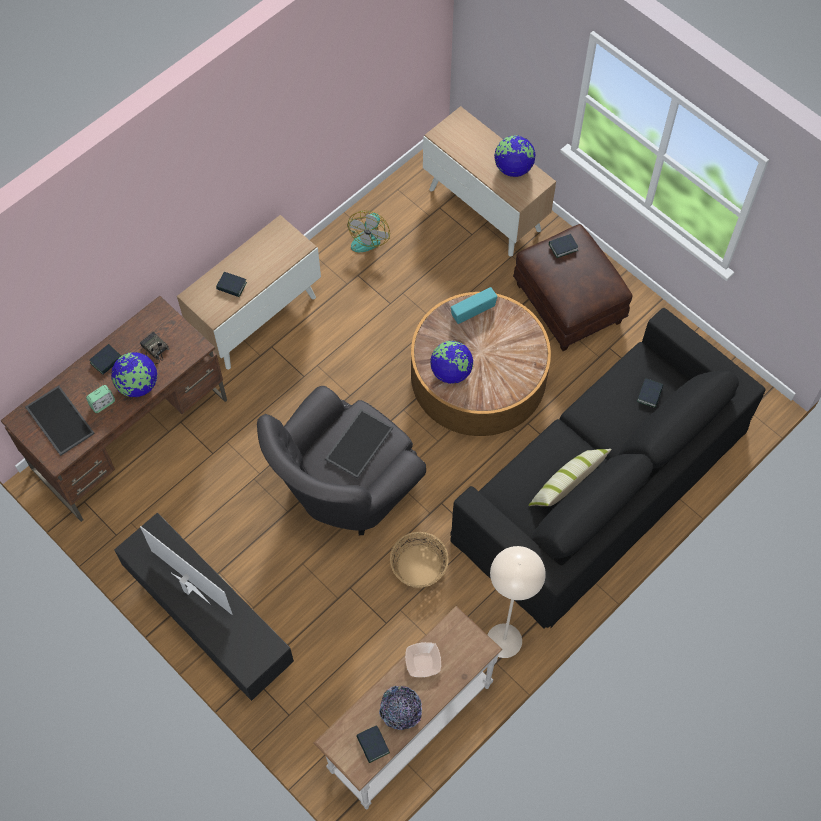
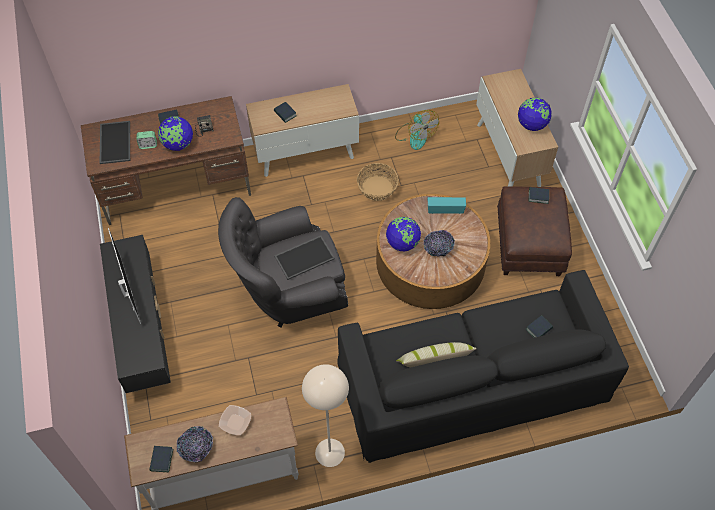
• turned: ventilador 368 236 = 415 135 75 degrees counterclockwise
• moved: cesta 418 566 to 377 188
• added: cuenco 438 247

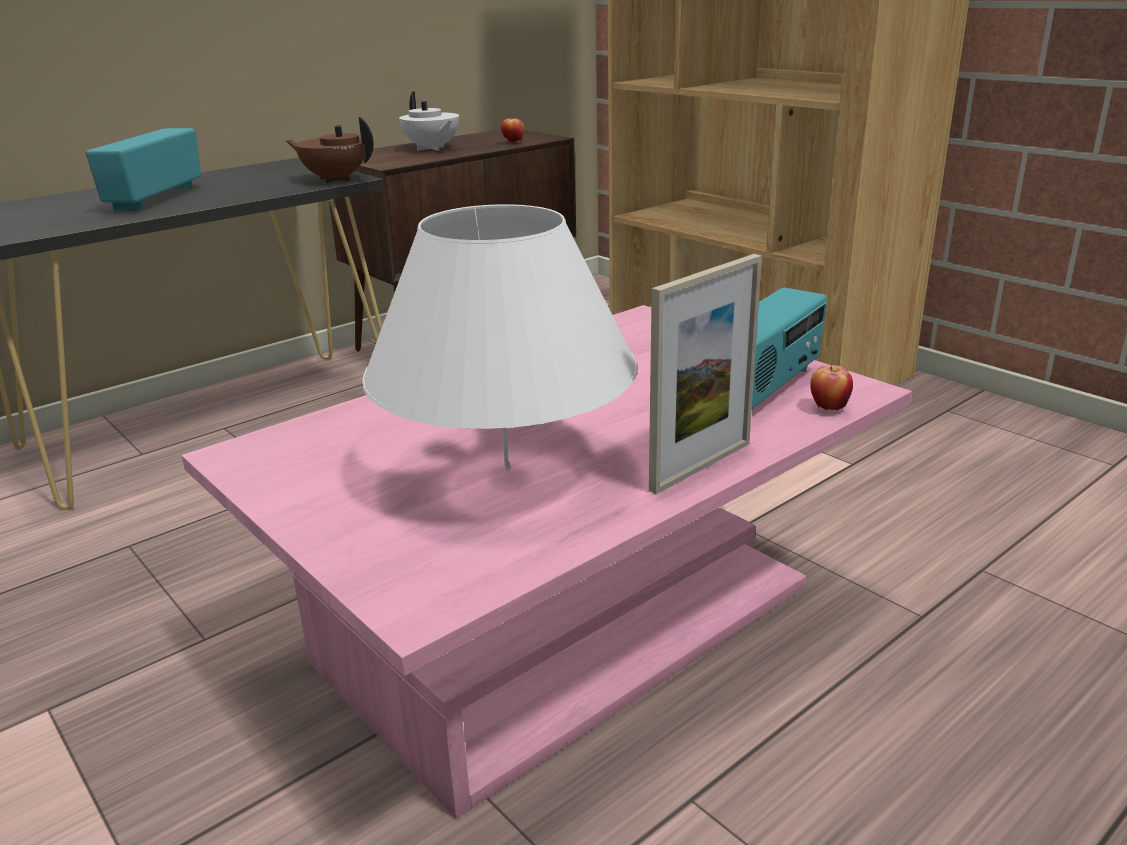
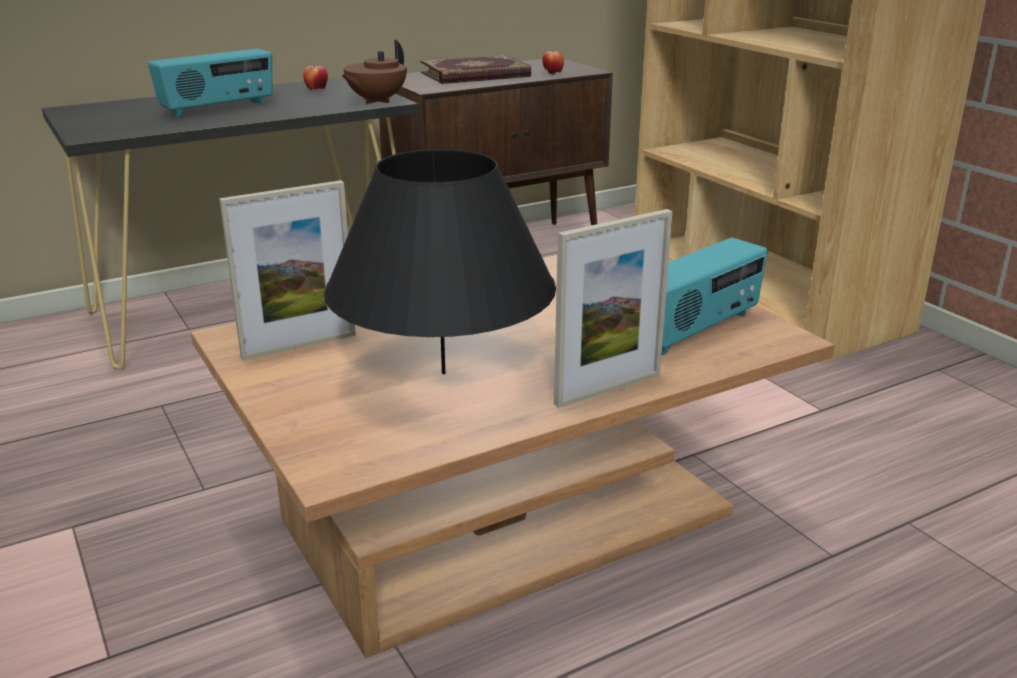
• replaced: tetera [blanco] 431 149 to libro 476 75
• turned: tetera [marrón] 335 179 = 376 101 90 degrees counterclockwise
• turned: radio 154 199 = 218 109 150 degrees counterclockwise
• recoloured: lámpara de mesa [blanco] 506 469 to lámpara de mesa [negro] 443 373
• recoloured: mesa de centro [rosa] 569 622 to mesa de centro [marrón] 508 517
• moved: manzana 828 408 to 316 90
• added: portarretratos 299 346

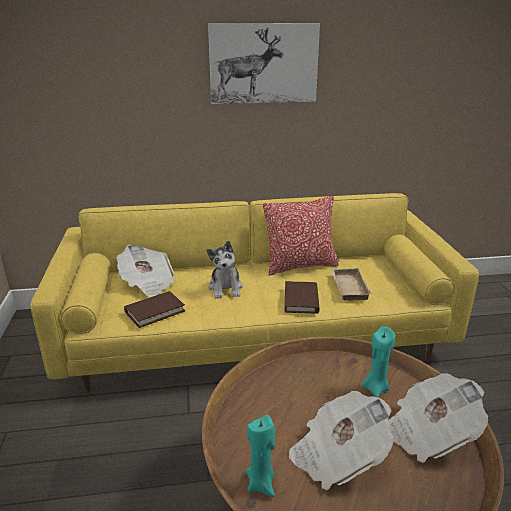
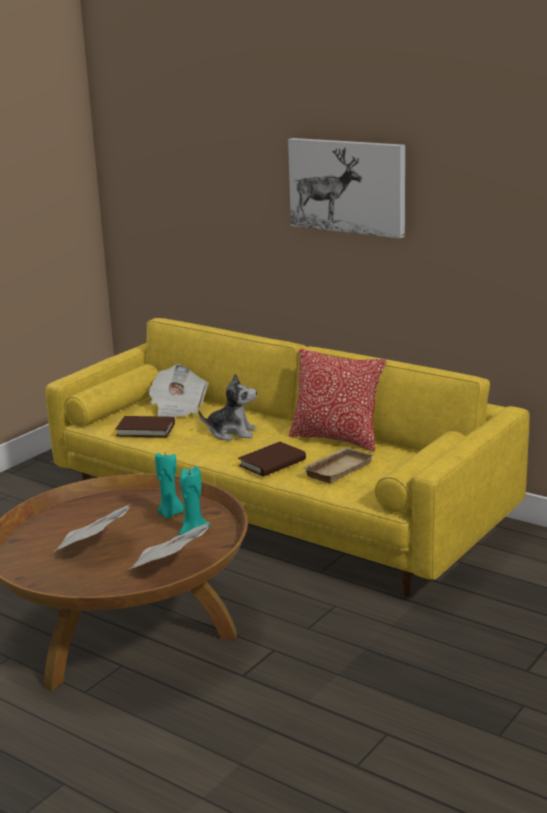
• turned: peluche 226 288 = 231 433 120 degrees counterclockwise
• moved: vela [turquesa] 261 483 to 170 514

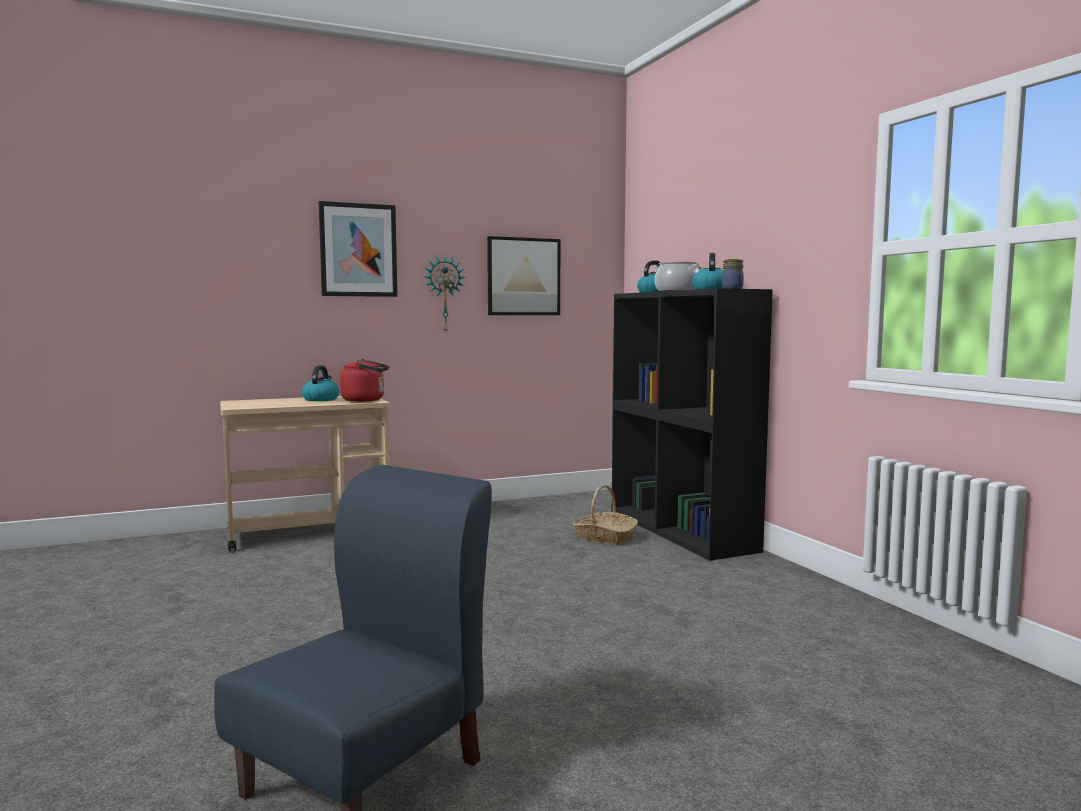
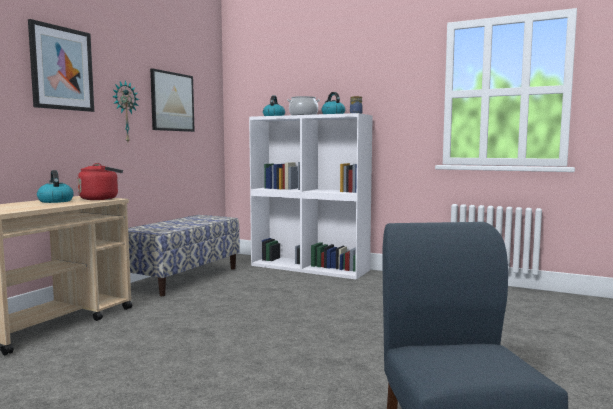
• recoloured: estantería [negro] 682 530 to estantería [blanco] 310 268
• removed: cesta 604 537
• added: banco 183 278

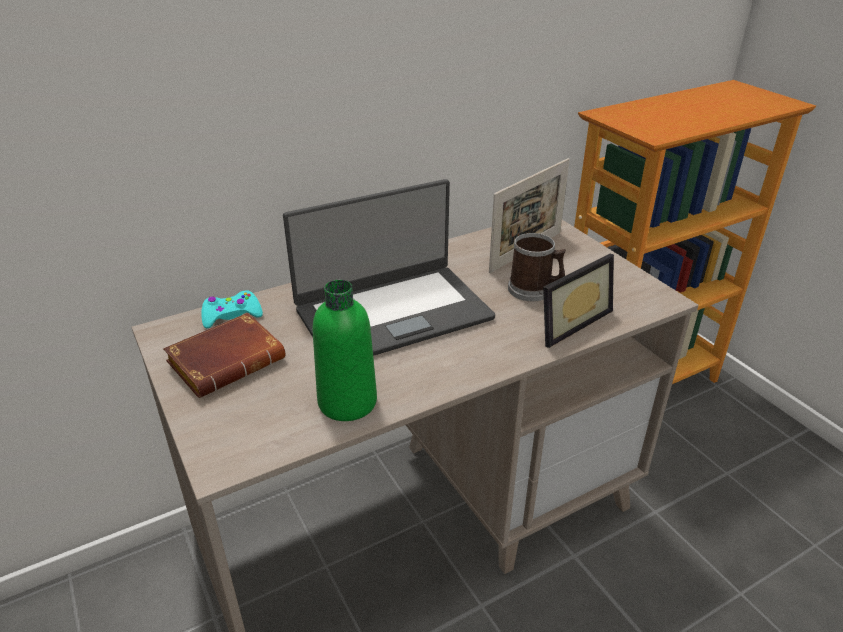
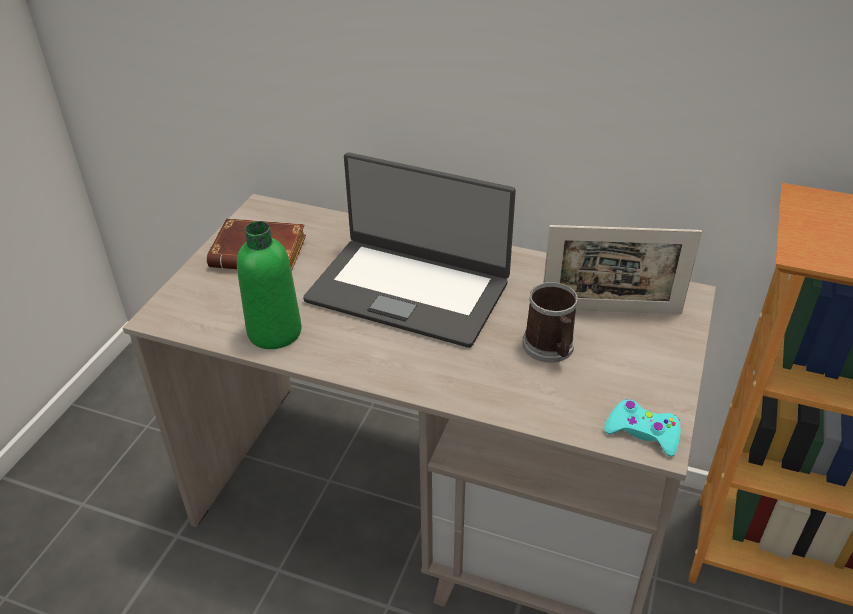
• removed: portarretratos 567 321
• moved: mando de consola [turquesa] 231 315 to 642 433

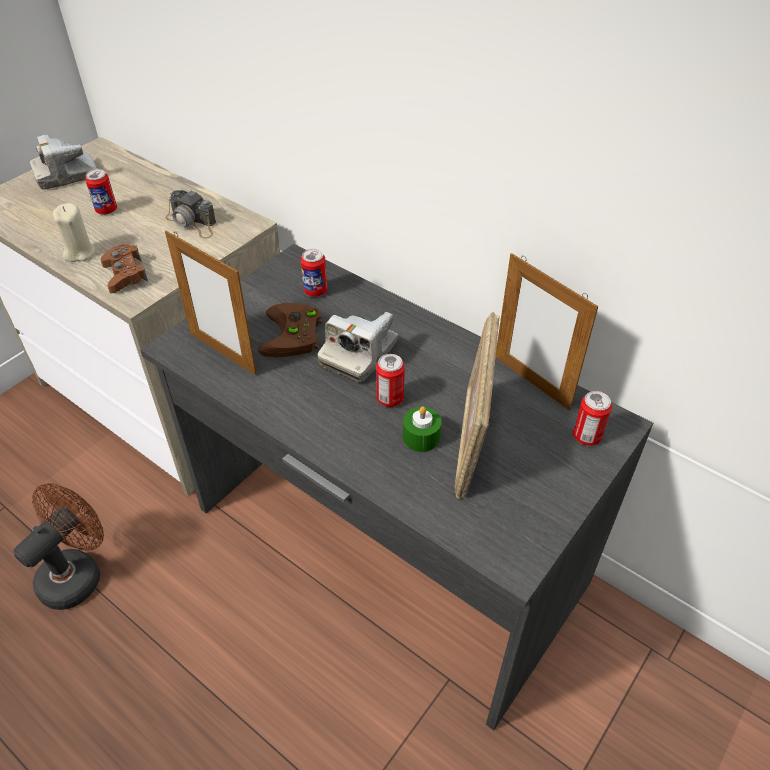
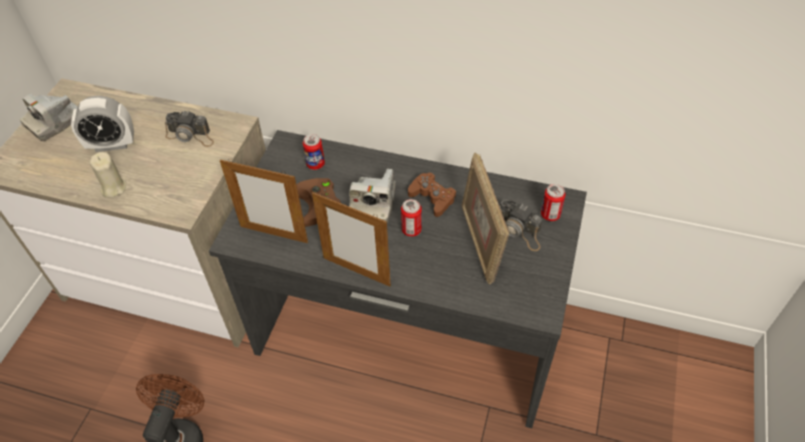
• replaced: lata 106 210 to despertador 112 144
• moved: mando de consola [marrón] 125 274 to 432 198
• moved: portarretratos 531 382 to 356 271
• removed: vela [verde] 421 437
• added: cámara 518 230

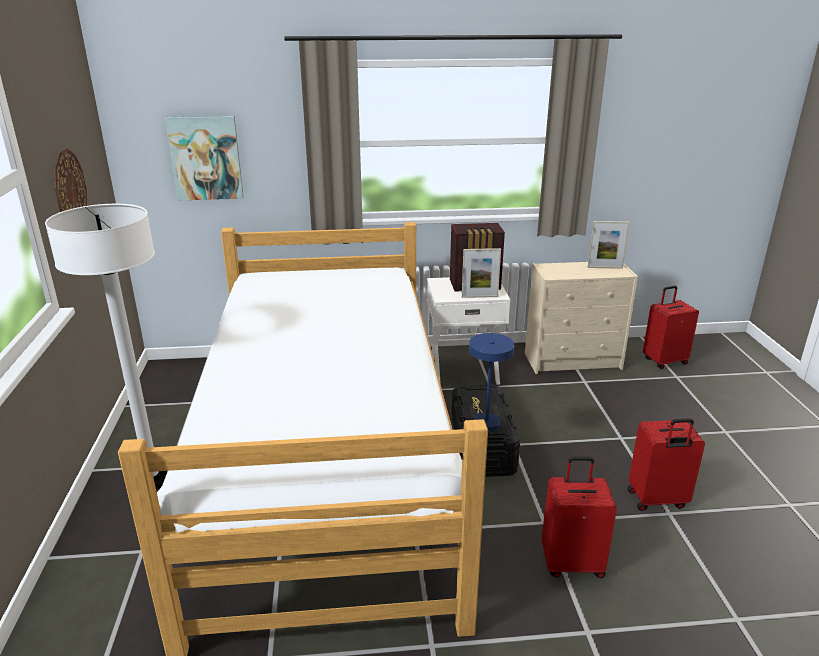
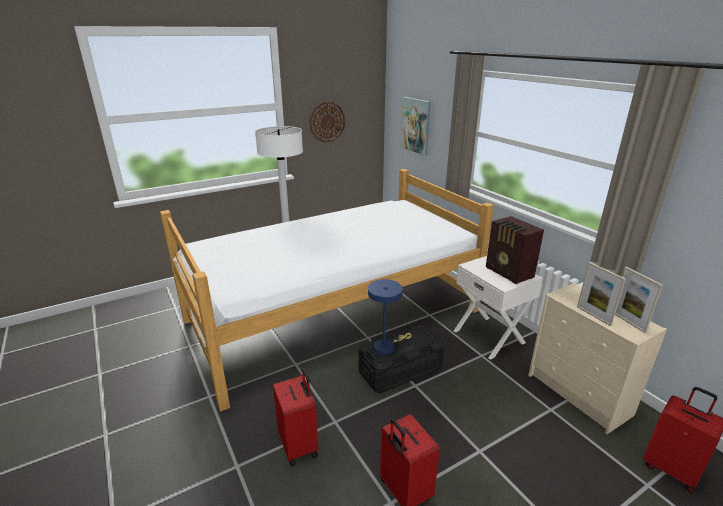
• moved: portarretratos 479 297 to 593 316

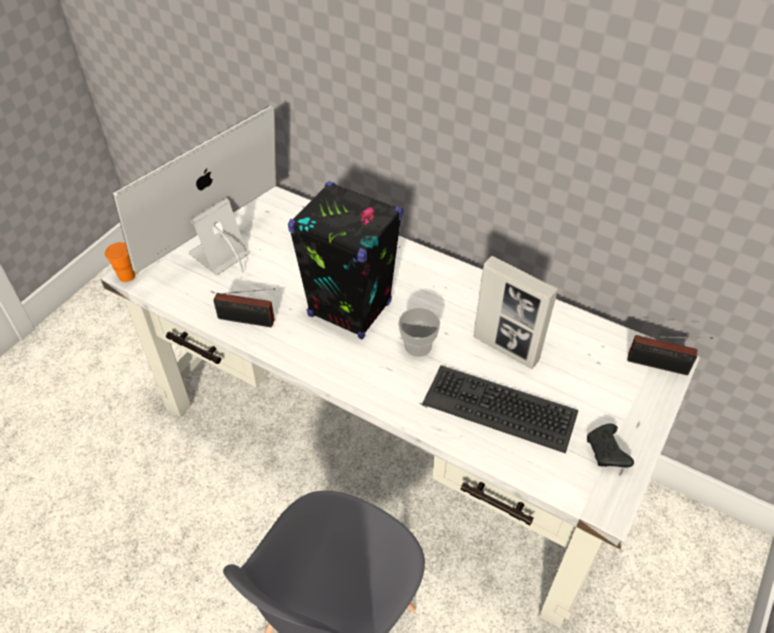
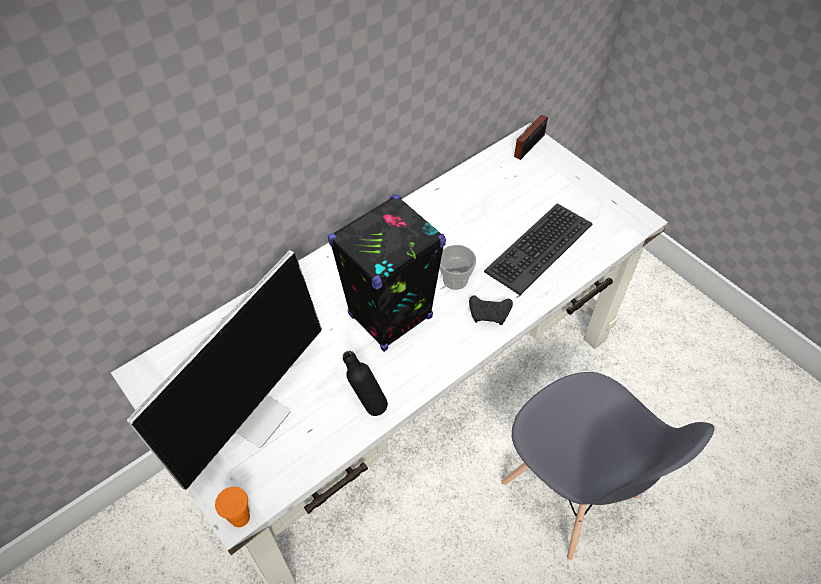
• turned: monitor 218 255 = 256 414 120 degrees counterclockwise
• removed: portarretratos 506 348
• replaced: radio 249 320 to botella [negro] 367 404
• moved: mando de consola [negro] 607 452 to 490 314

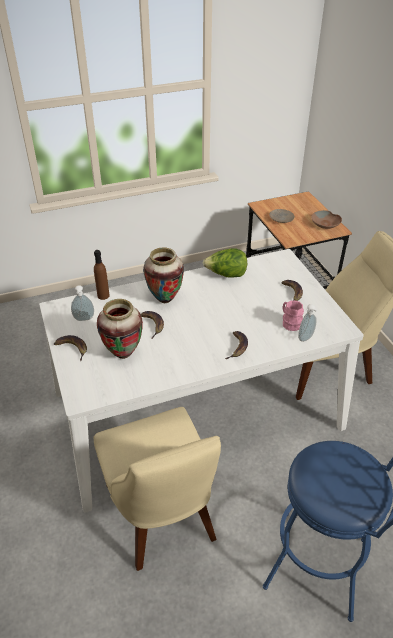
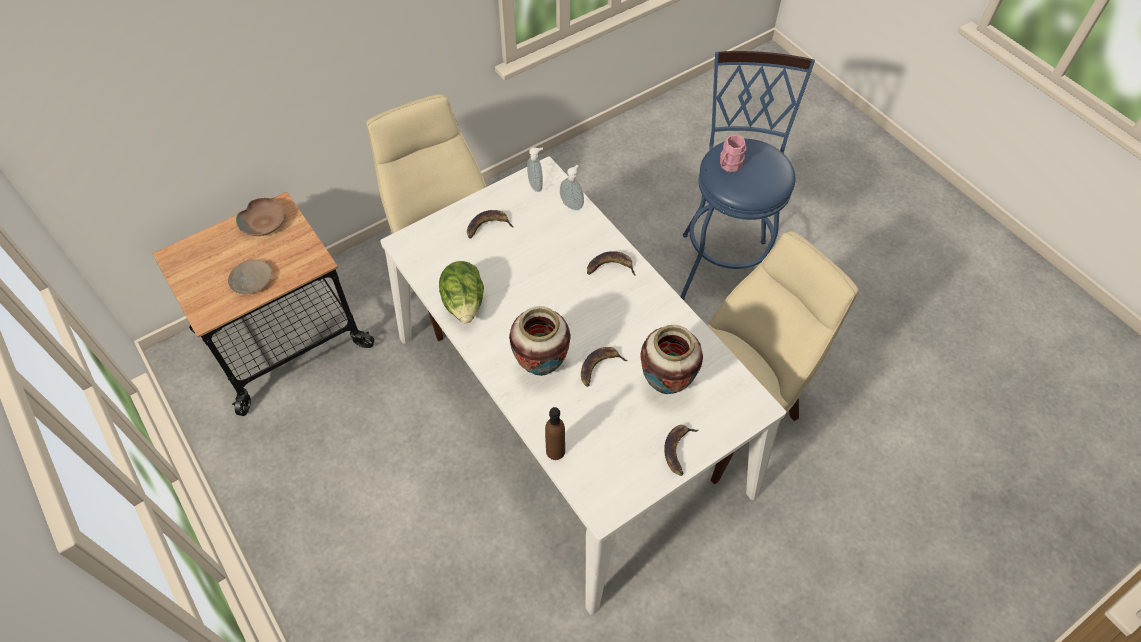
• moved: dispensador de jabón 84 319 to 536 185
• moved: taza grande [rosa] 290 323 to 728 165

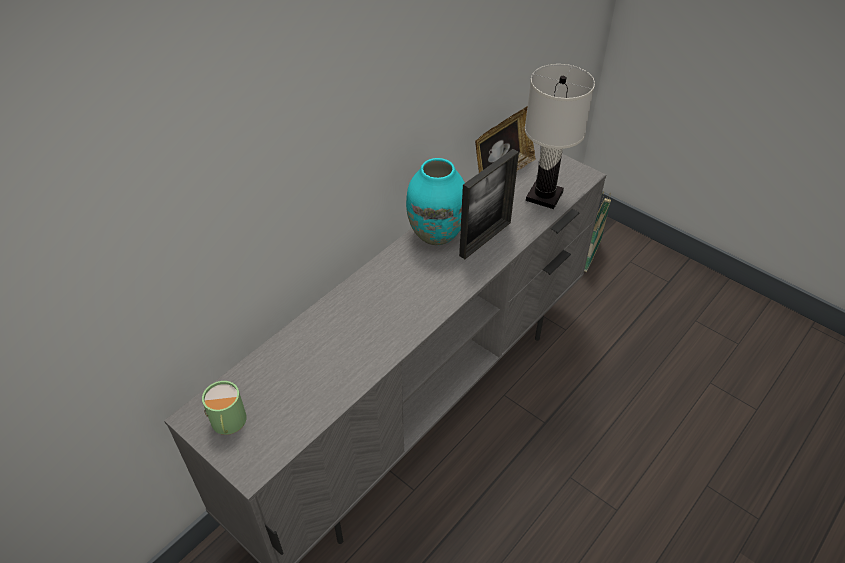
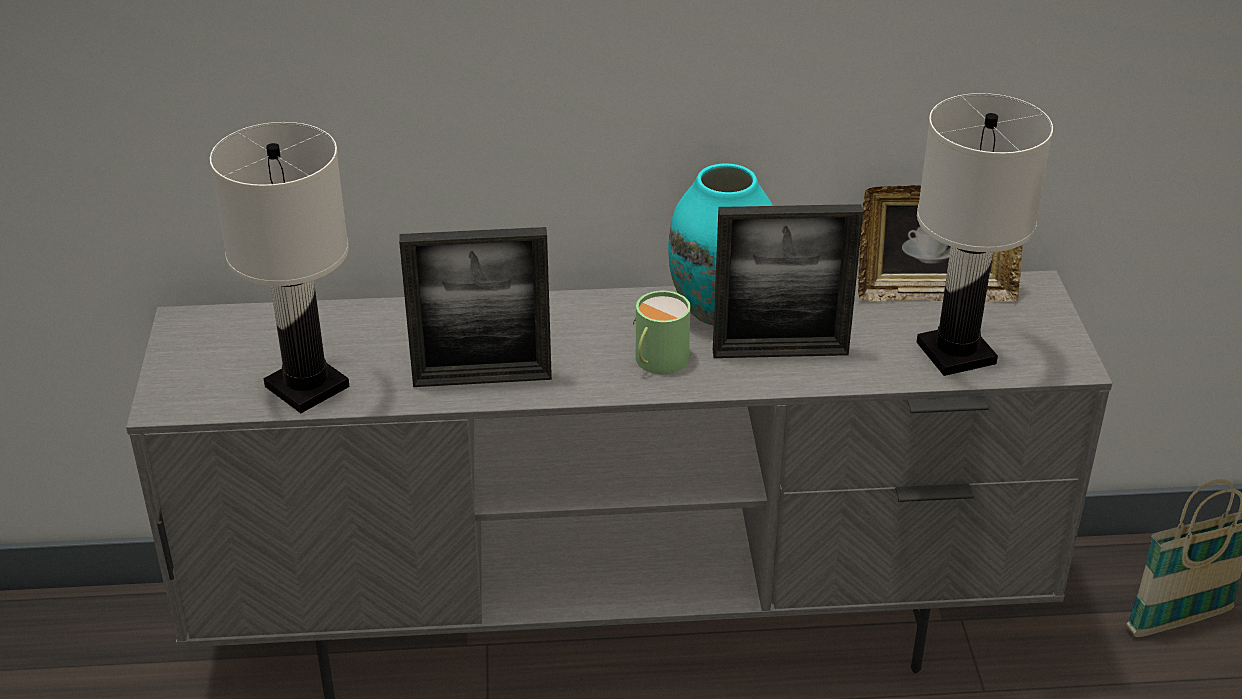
• moved: taza grande [verde] 228 423 to 657 360
• added: lámpara de mesa [blanco] 308 387
• added: portarretratos 482 379

